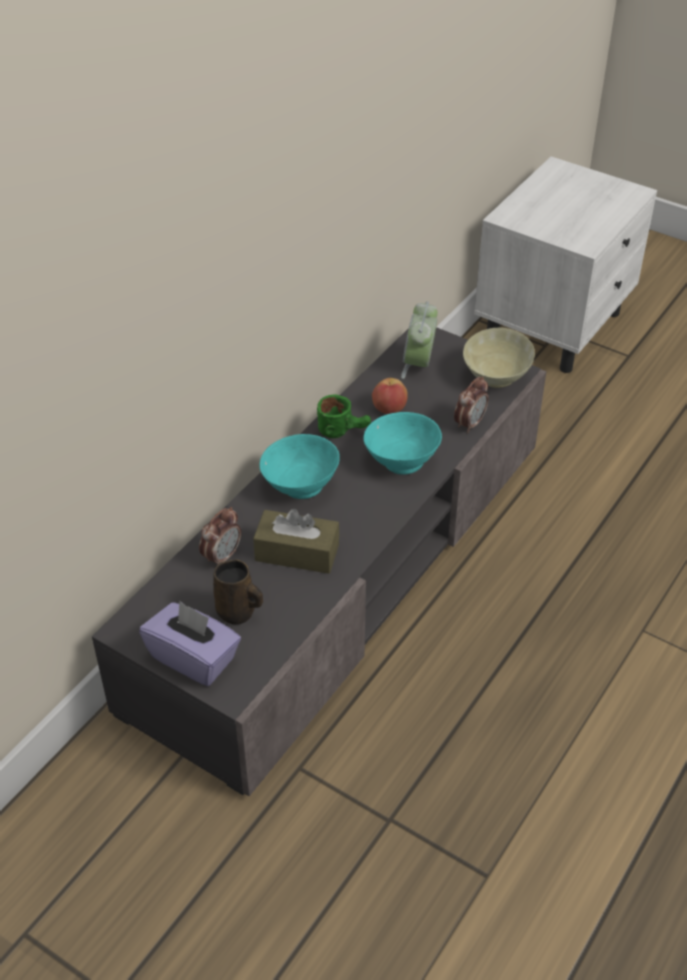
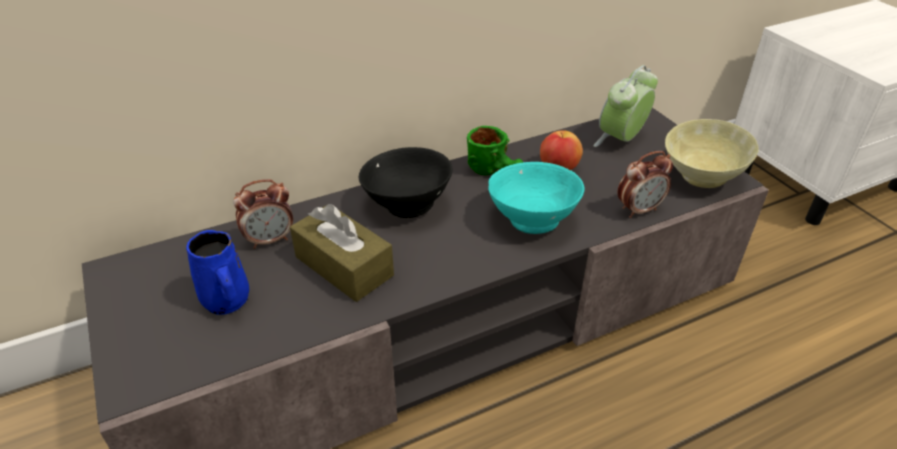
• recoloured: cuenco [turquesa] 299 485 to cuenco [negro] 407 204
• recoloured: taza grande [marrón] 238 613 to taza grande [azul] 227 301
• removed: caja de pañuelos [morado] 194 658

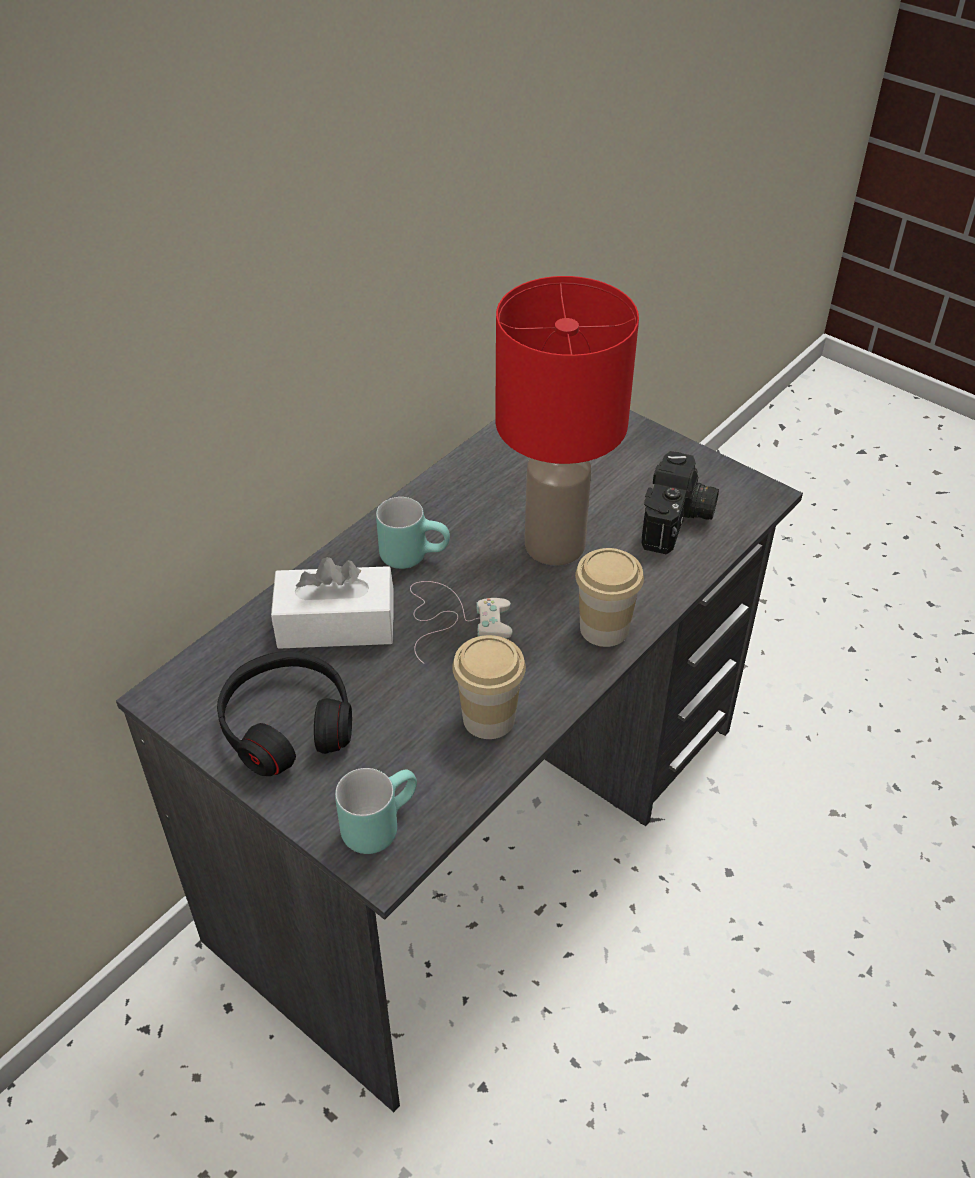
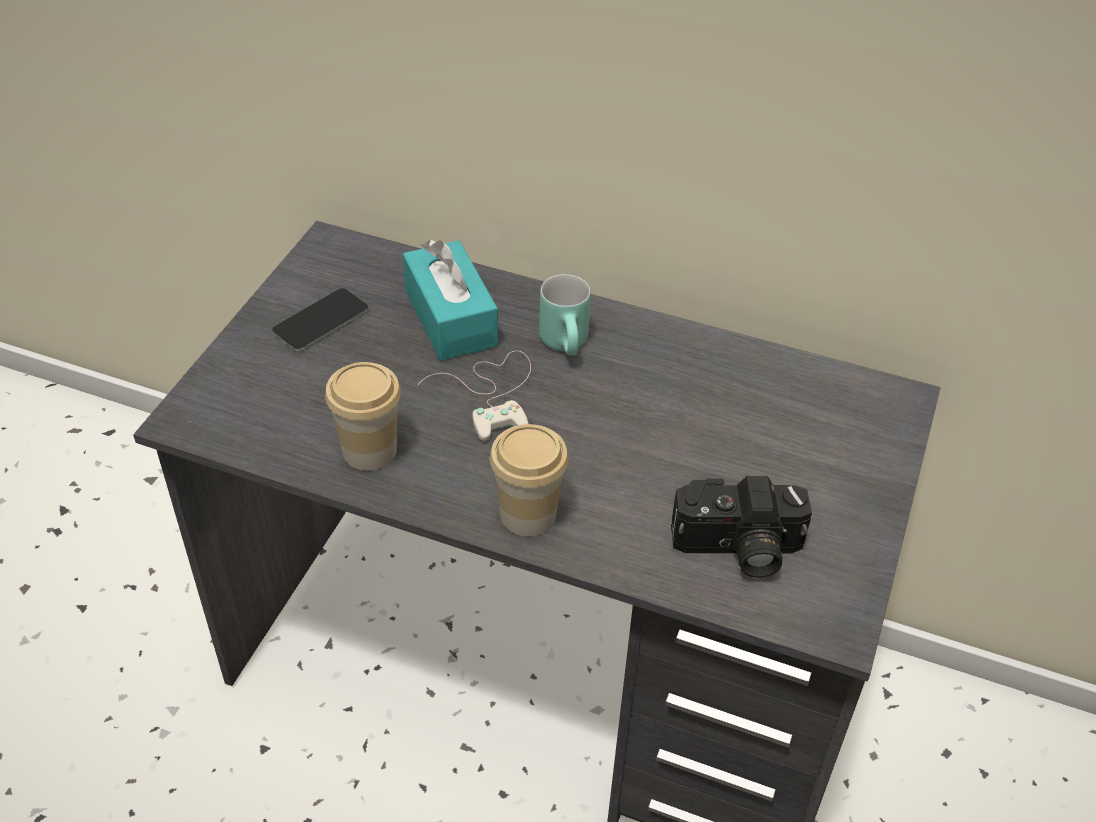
• removed: lámpara de mesa [rojo] 553 546
• recoloured: caja de pañuelos [blanco] 336 624 to caja de pañuelos [turquesa] 450 318
• replaced: auriculares [negro] 287 723 to móvil 321 320
• removed: taza grande [turquesa] 378 822

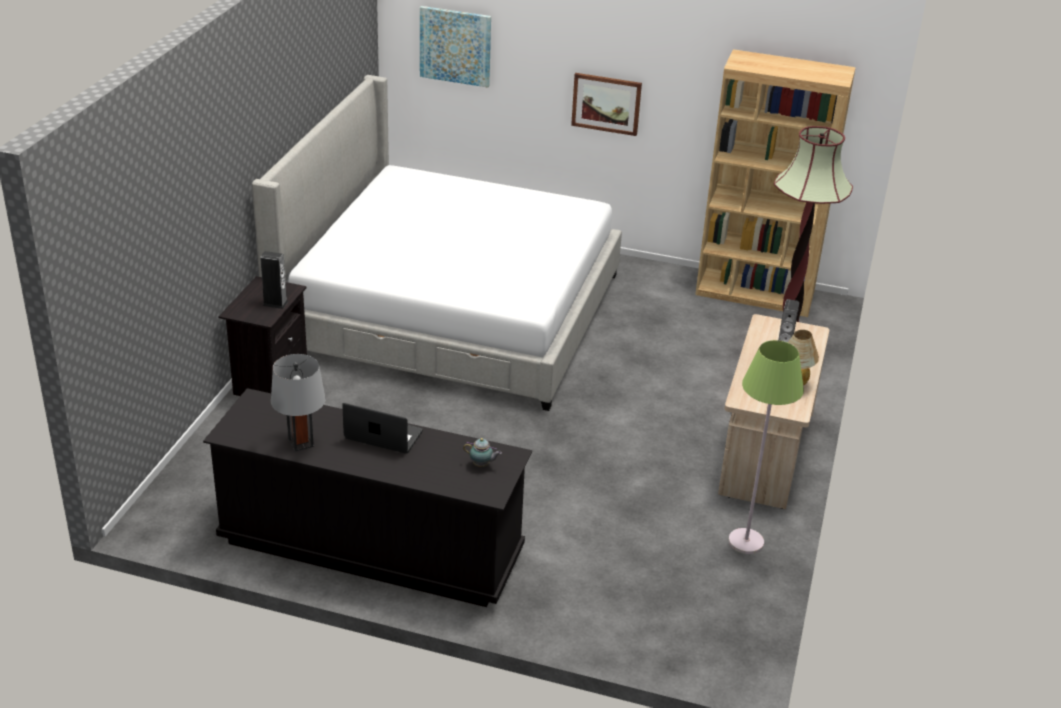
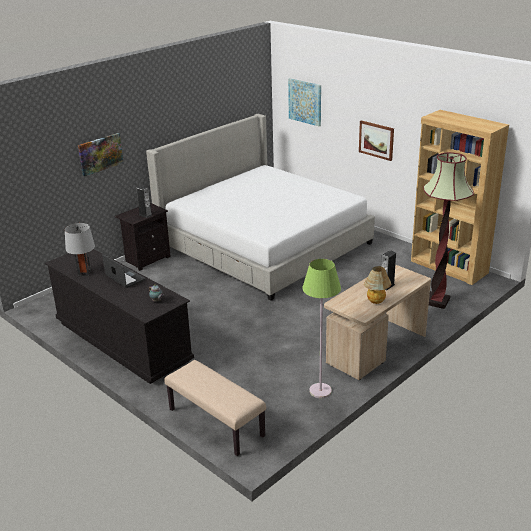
• added: cuadro 100 154
• added: banco [beis] 215 423

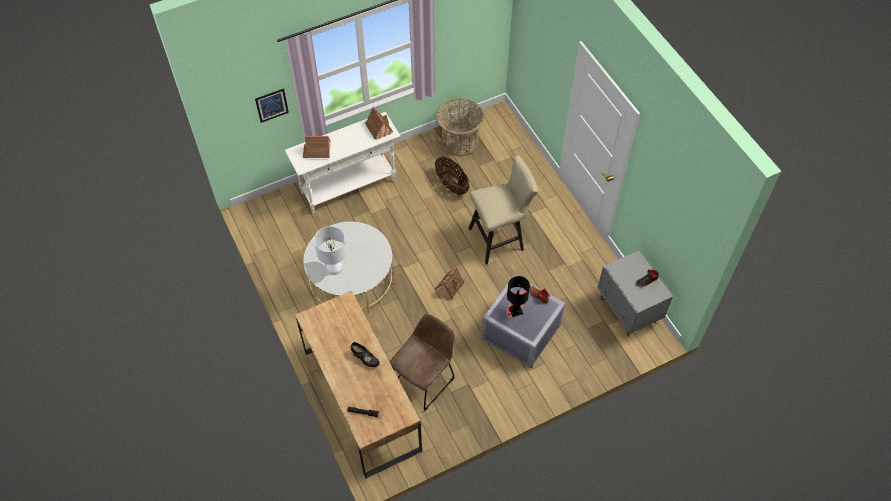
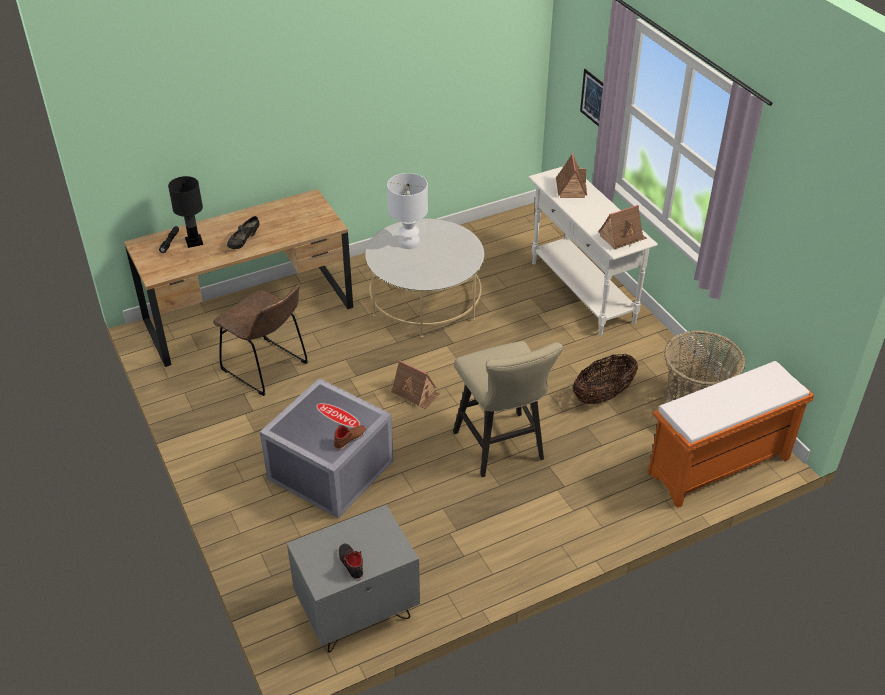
• moved: lámpara de mesa [negro] 515 311 to 194 242
• added: banco [naranja] 717 467

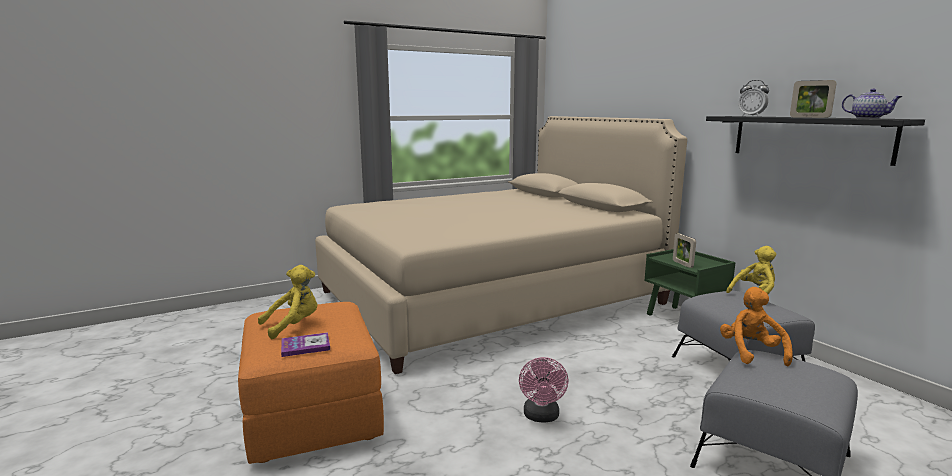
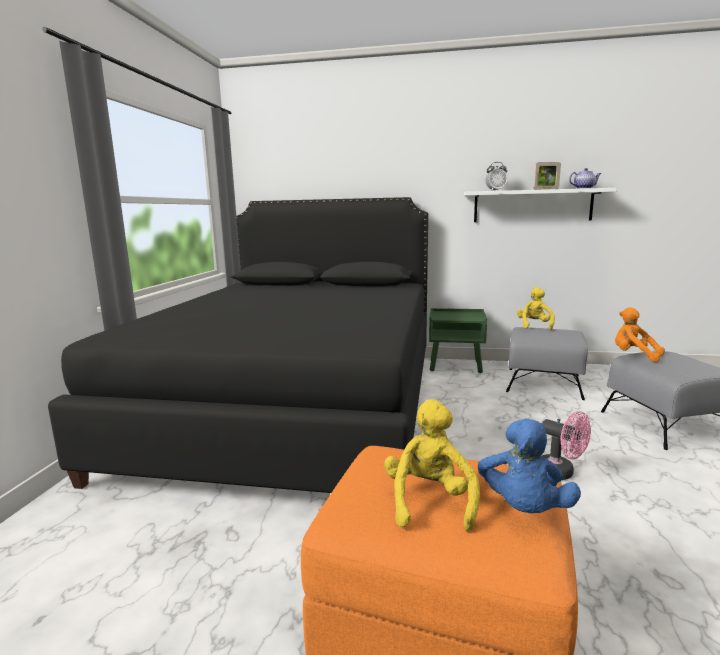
• recoloured: cama [beis] 489 297 to cama [negro] 298 405
• recoloured: estante [negro] 809 138 to estante [blanco] 532 206
• removed: portarretratos 682 264
• replaced: libro 305 346 to peluche [azul] 523 509

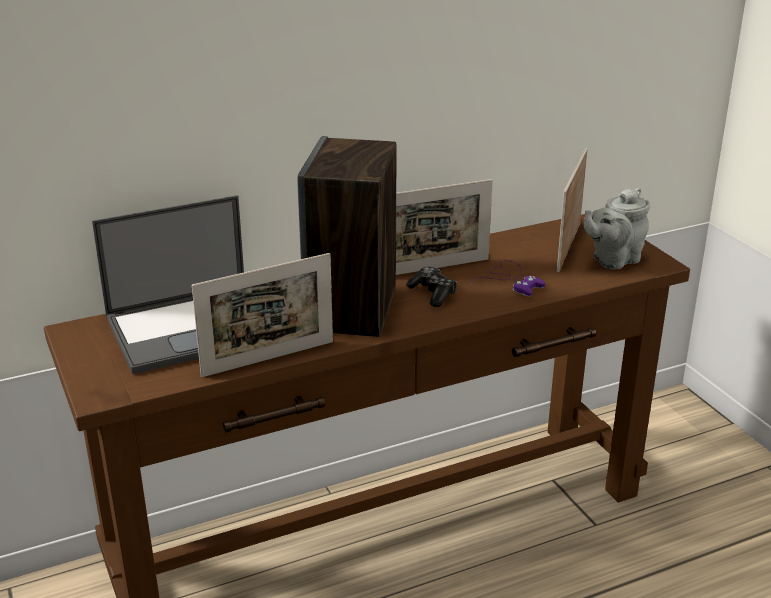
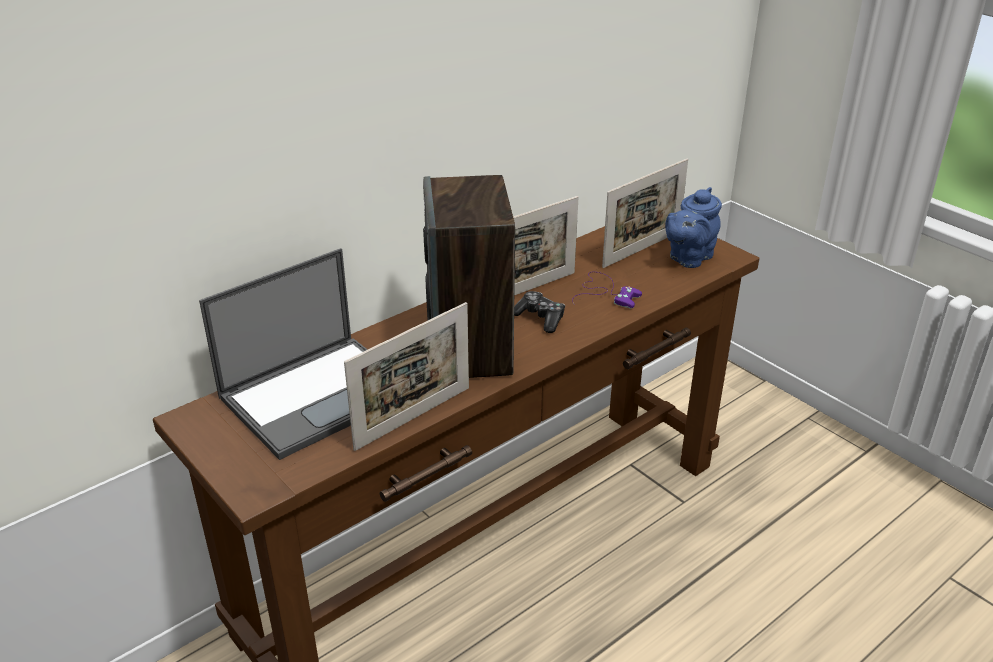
• turned: portarretratos 568 247 = 642 249 135 degrees counterclockwise
• recoloured: tetera [gris] 613 260 to tetera [azul] 688 258

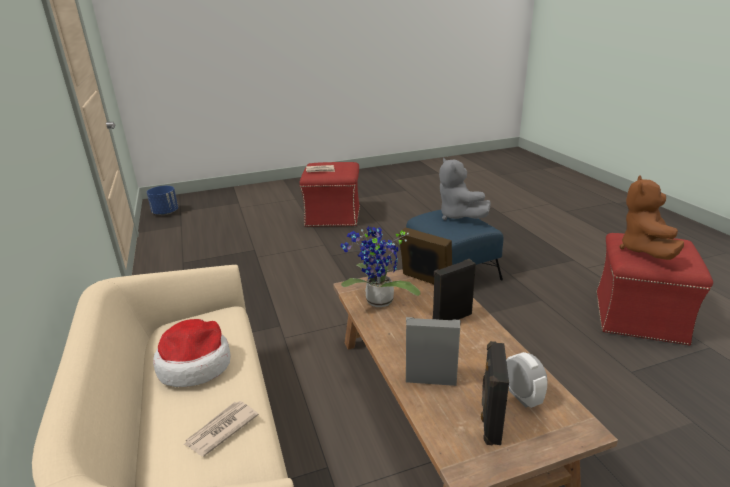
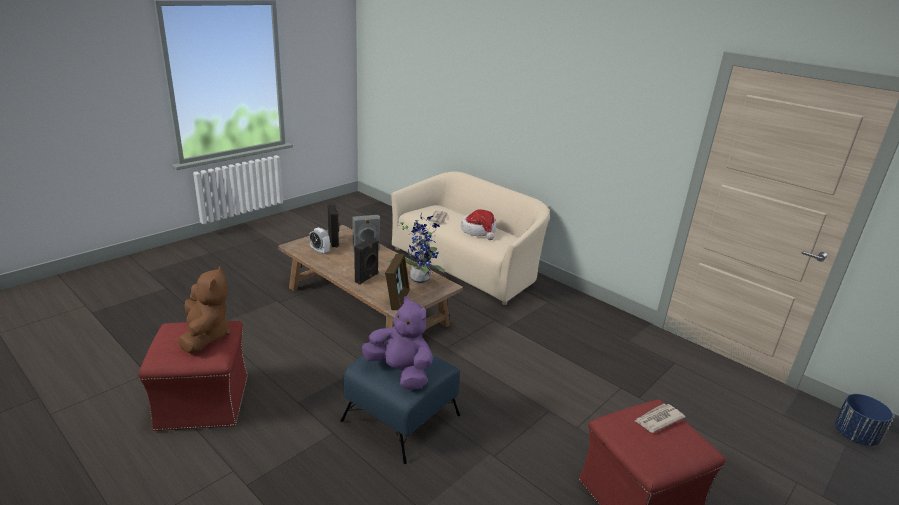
• recoloured: peluche [gris] 458 216 to peluche [morado] 400 372
• turned: portarretratos 425 281 = 397 299 90 degrees counterclockwise

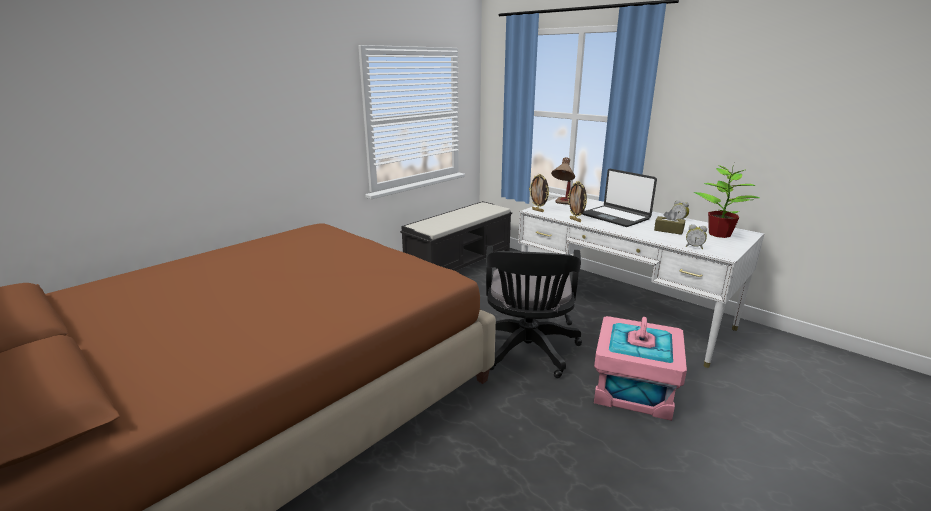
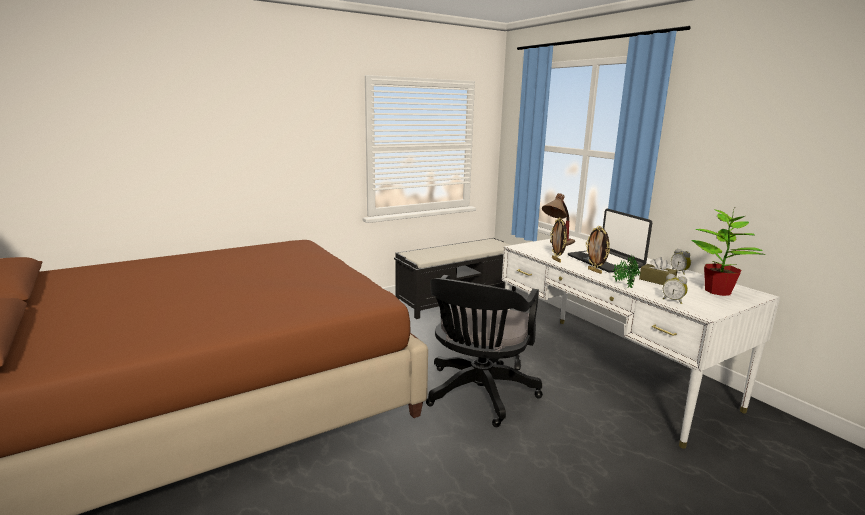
• moved: portarretratos 538 210 to 595 271
• removed: caja de almacenaje [rosa] 632 389
• added: planta en maceta 624 285

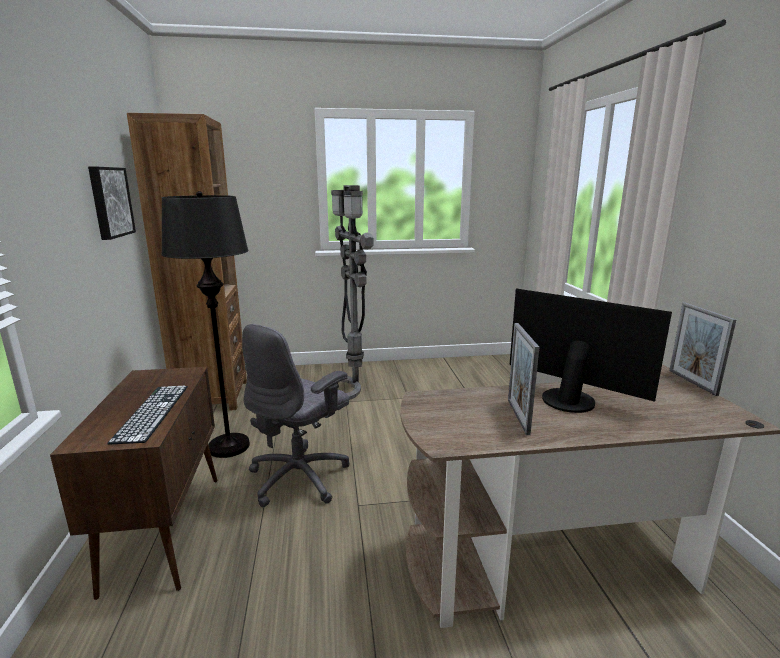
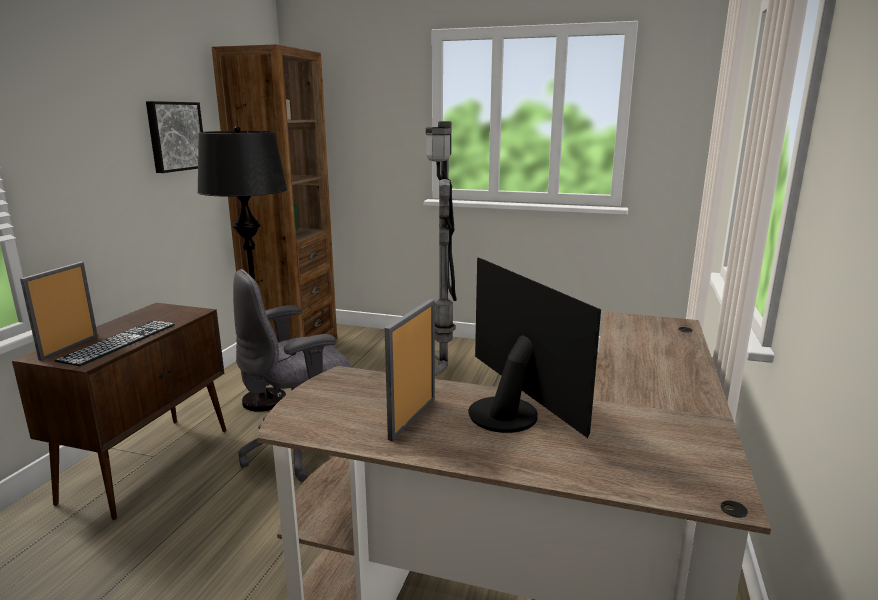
• moved: portarretratos 692 382 to 69 347

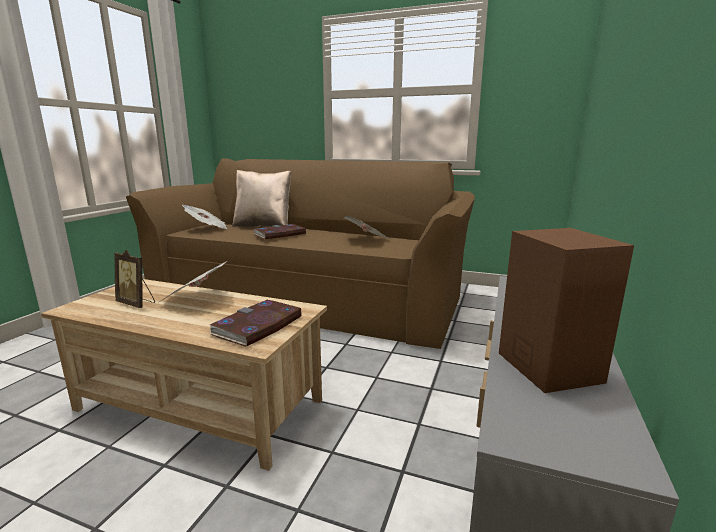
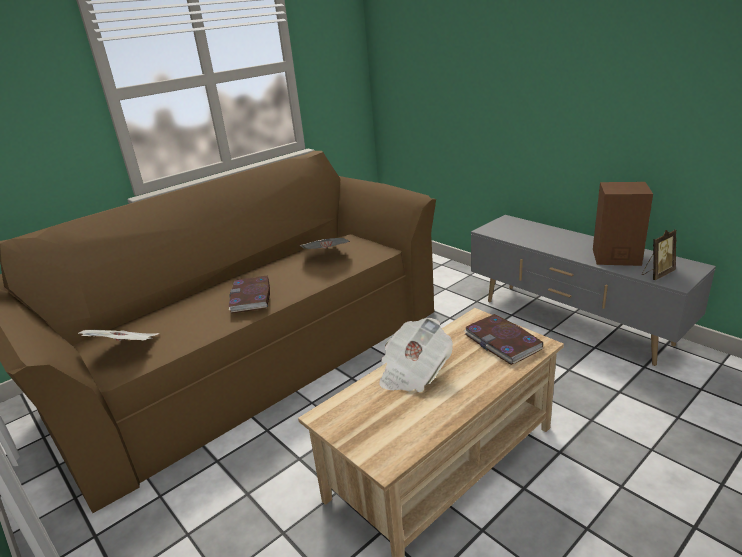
• removed: cojín [beis] 263 226
• moved: portarretratos 137 303 to 657 274

